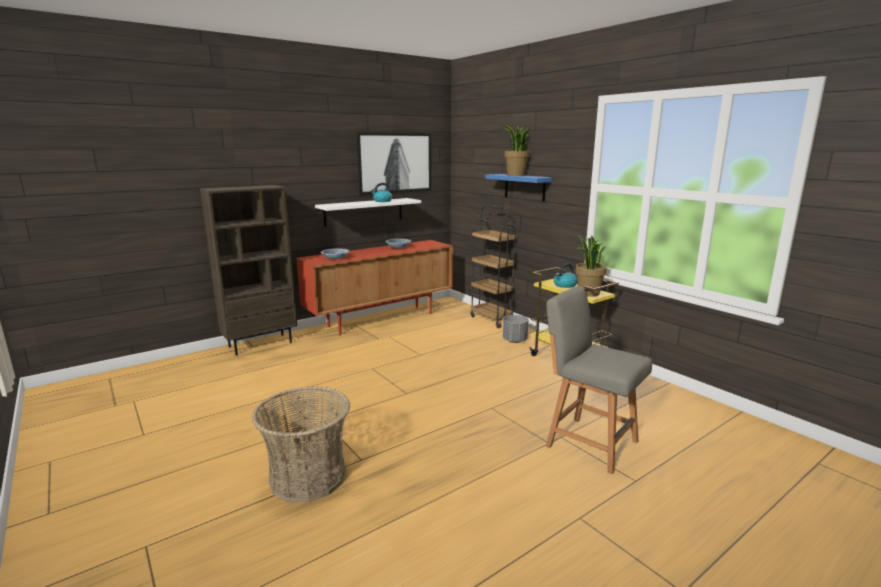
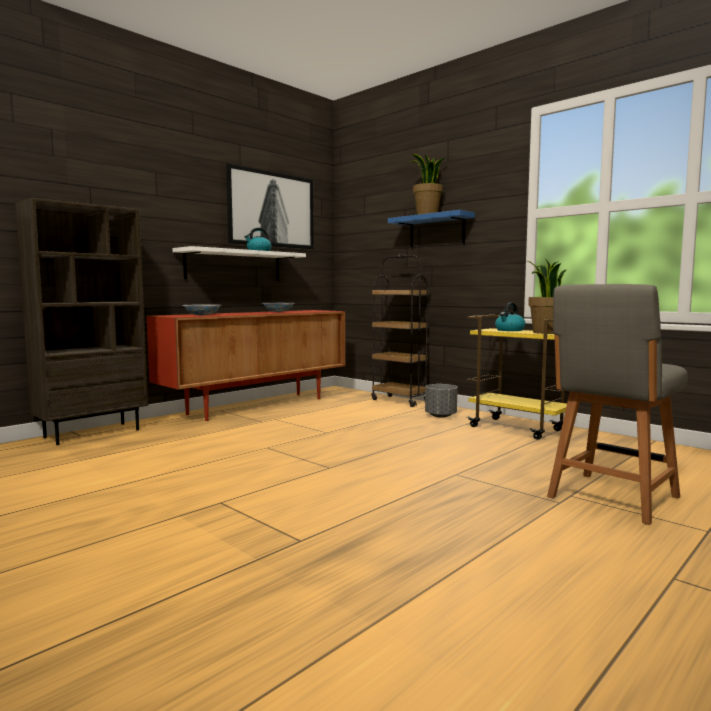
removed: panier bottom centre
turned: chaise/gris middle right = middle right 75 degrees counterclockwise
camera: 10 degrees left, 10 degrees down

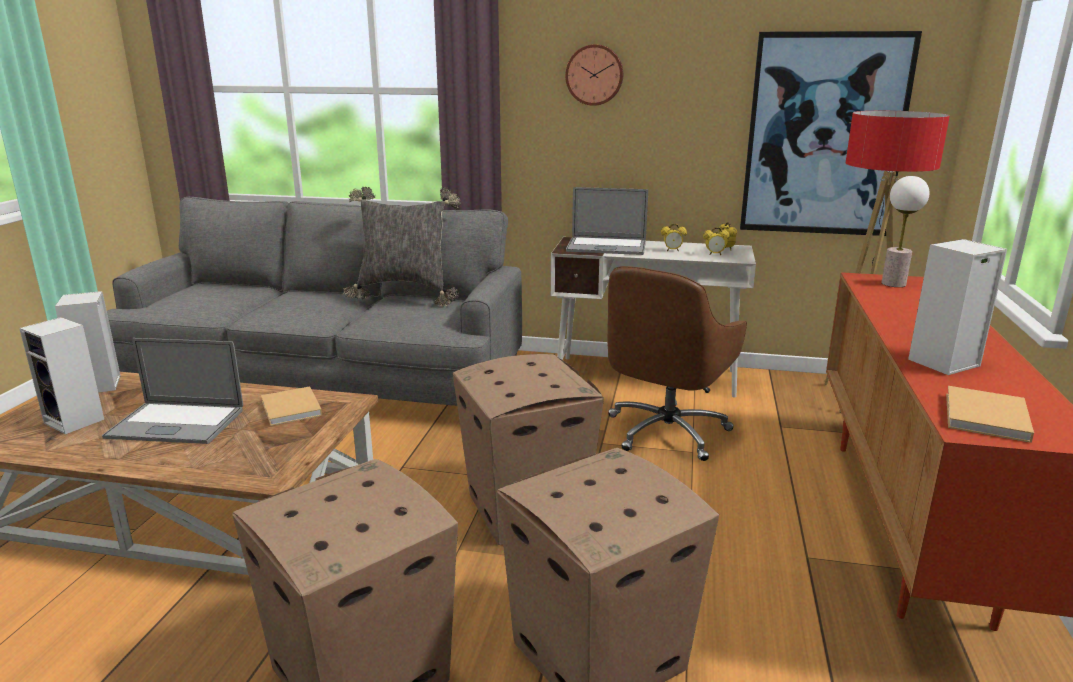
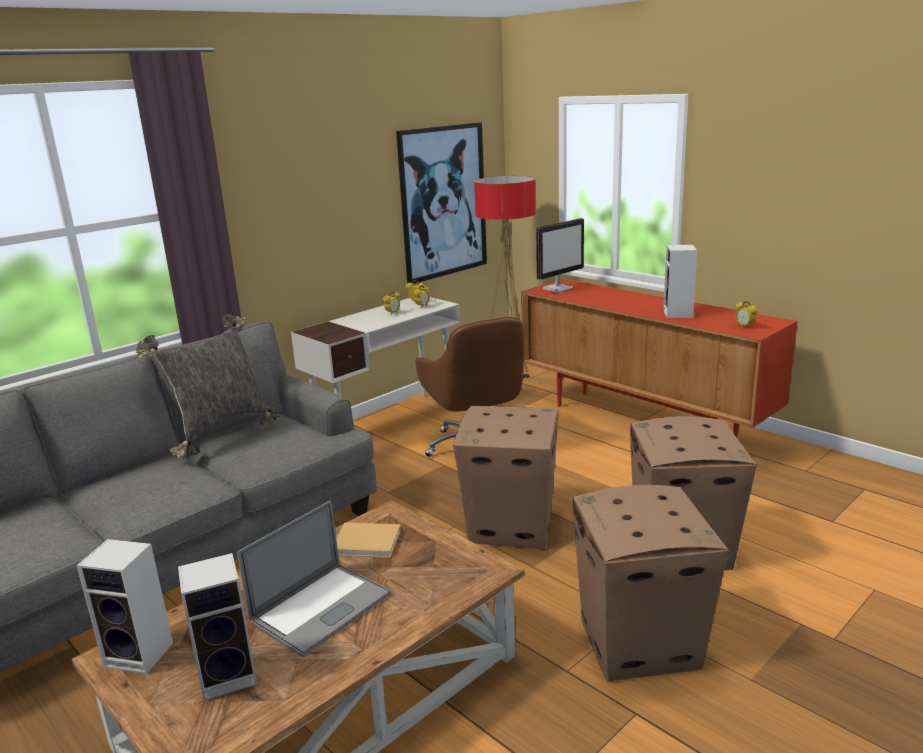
removed: horloge murale top centre; ordinateur portable (2nd from left) top centre
replaced: lampe de table middle right to écran d'ordinateur centre; livre/beige (2nd from left) middle right to réveil (4th from left) middle right
camera: 55 degrees left, 0 degrees up

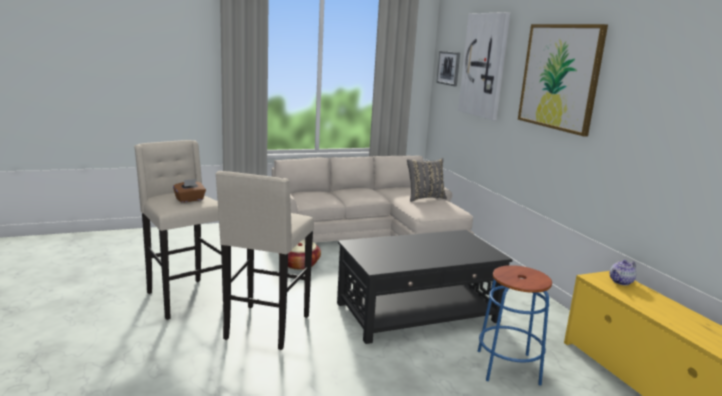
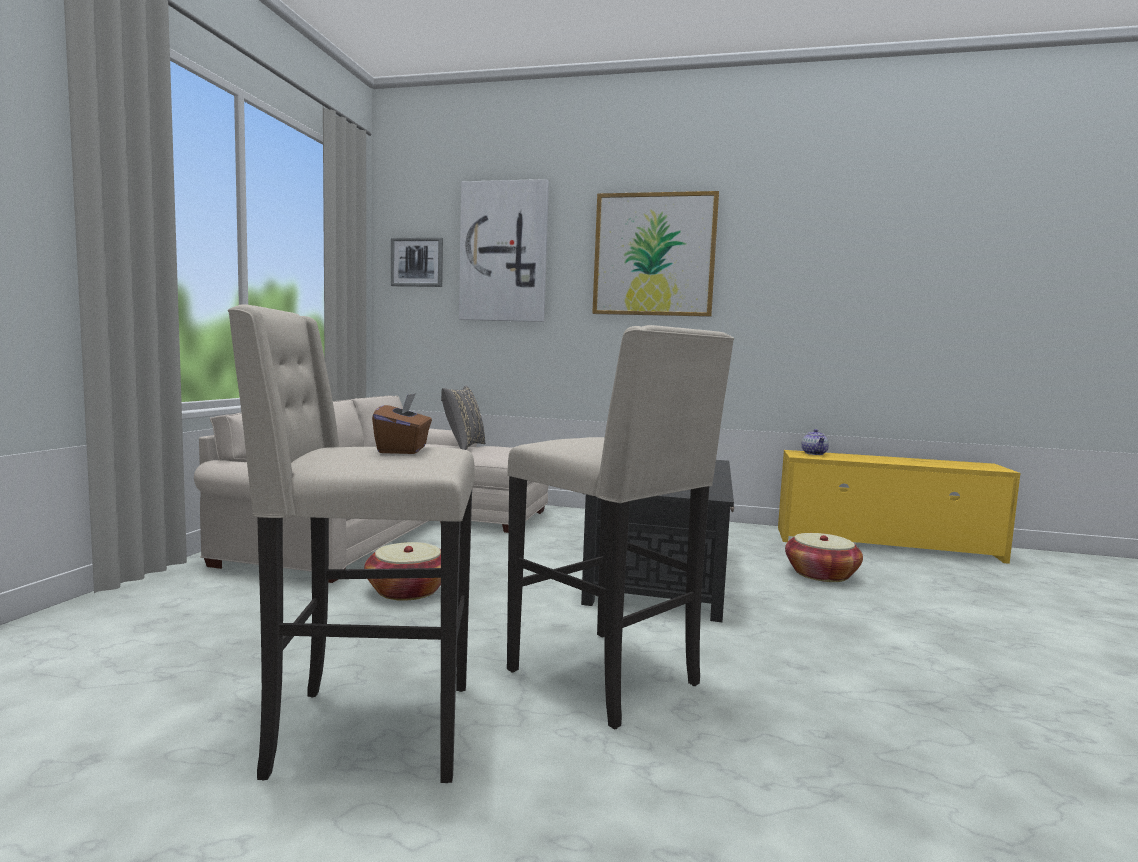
replaced: tabouret/bleu bottom right to panier (2nd from left) middle right
camera: 55 degrees left, 10 degrees down

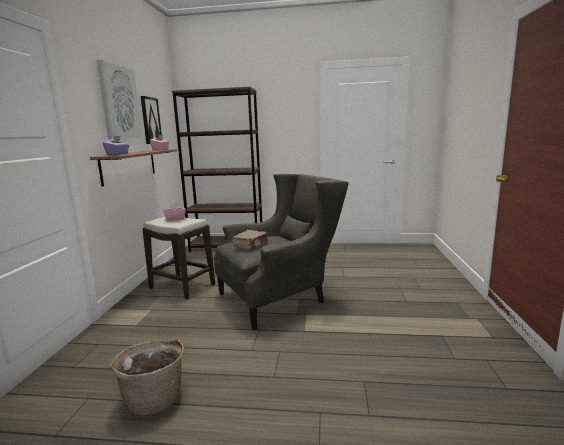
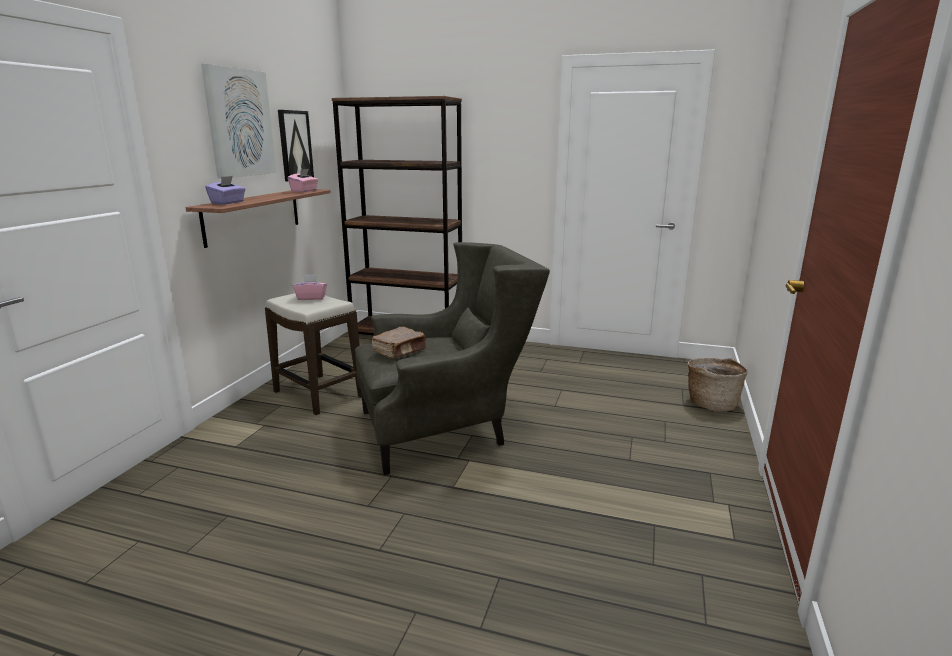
moved: panier bottom left to middle right
camera: 10 degrees right, 5 degrees up

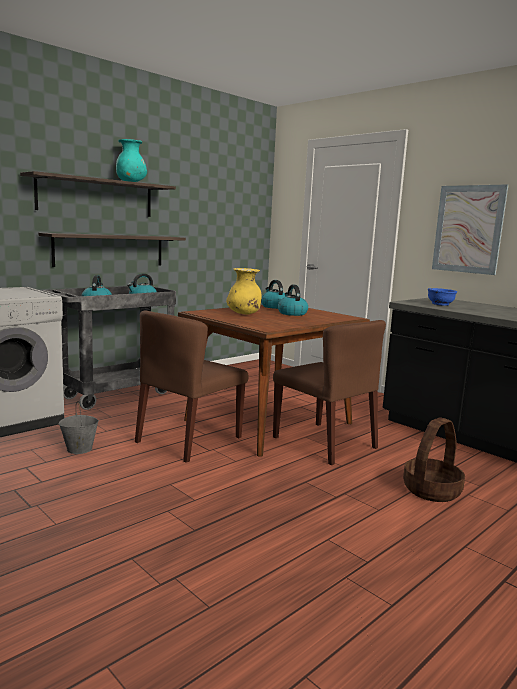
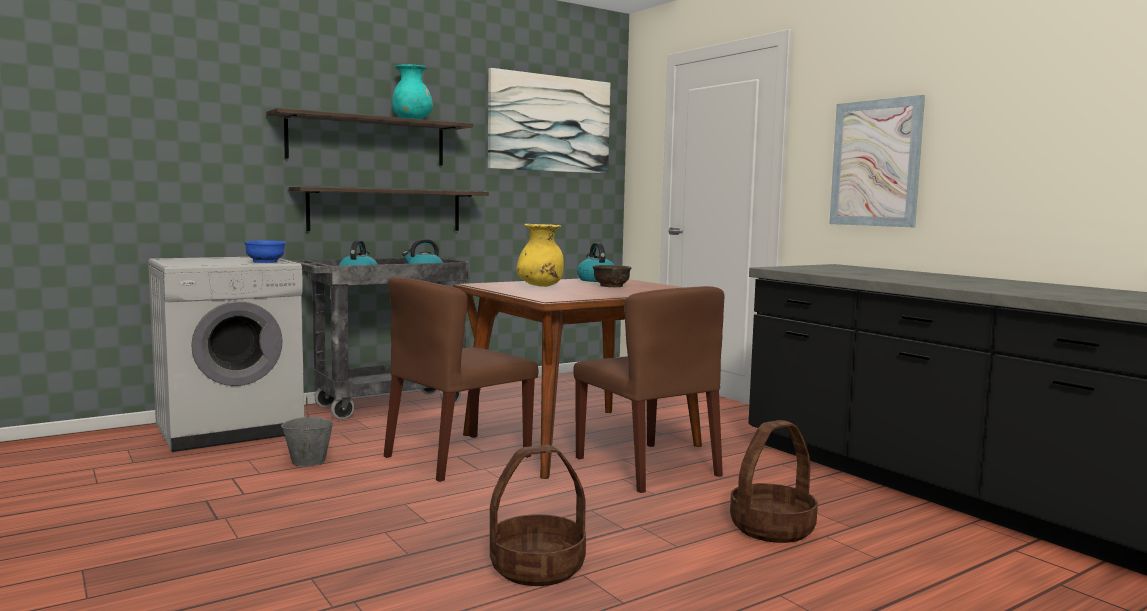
added: tableau (1st from left) top centre; panier (1st from left) bottom centre
moved: bol/bleu middle right to middle left
replaced: bouilloire (4th from left) centre to bol/marron centre
camera: 10 degrees right, 5 degrees down

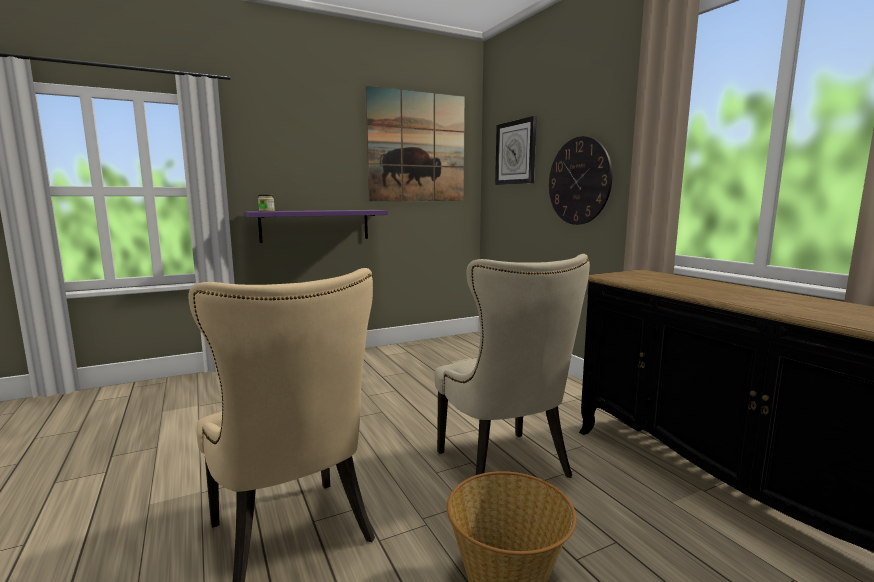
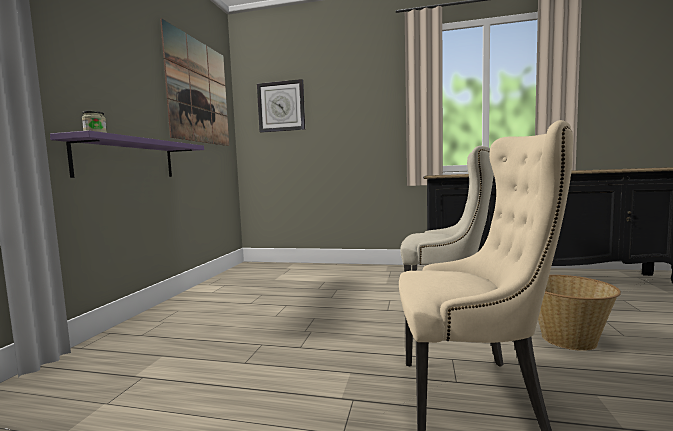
removed: horloge murale (2nd from left) top centre
camera: 50 degrees left, 5 degrees down

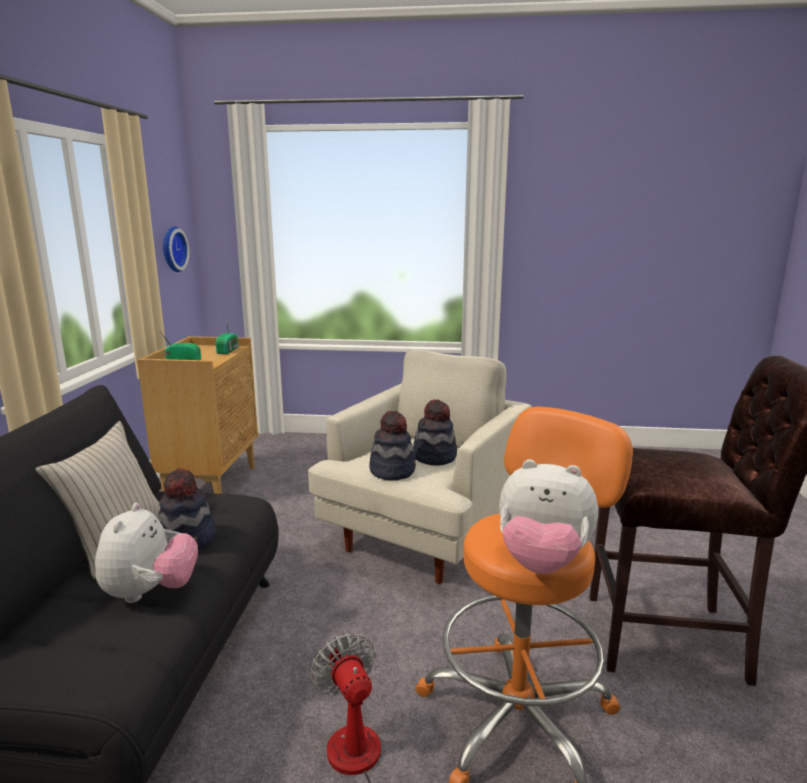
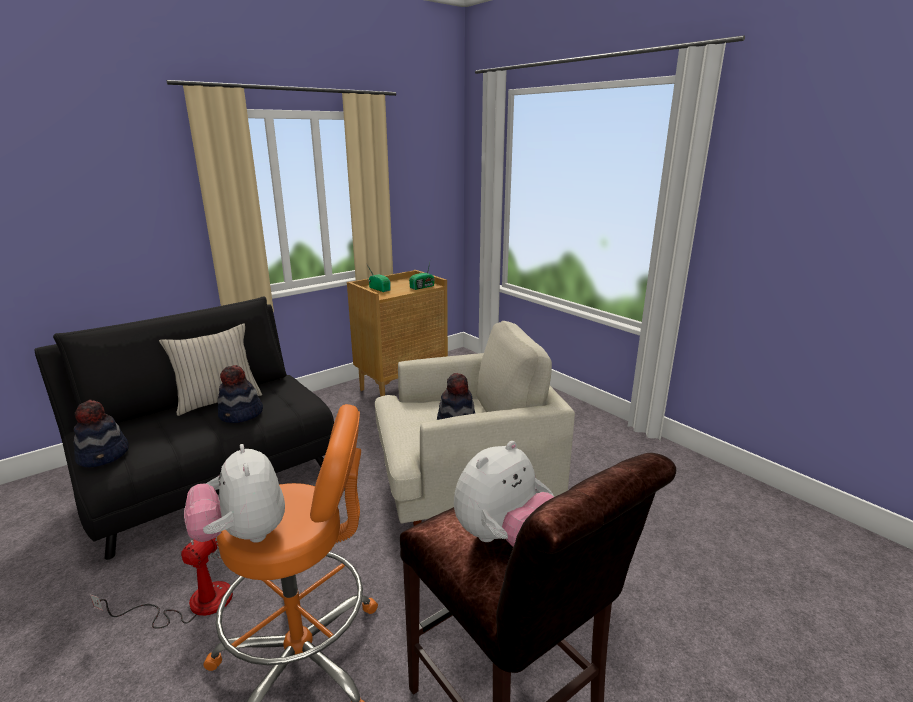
removed: horloge murale top left
moved: peluche (1st from left in the first image) bottom left to peluche (2nd from left) bottom centre; chapeau (2nd from left in the first image) centre to chapeau (1st from left) middle left
camera: 45 degrees right, 5 degrees up

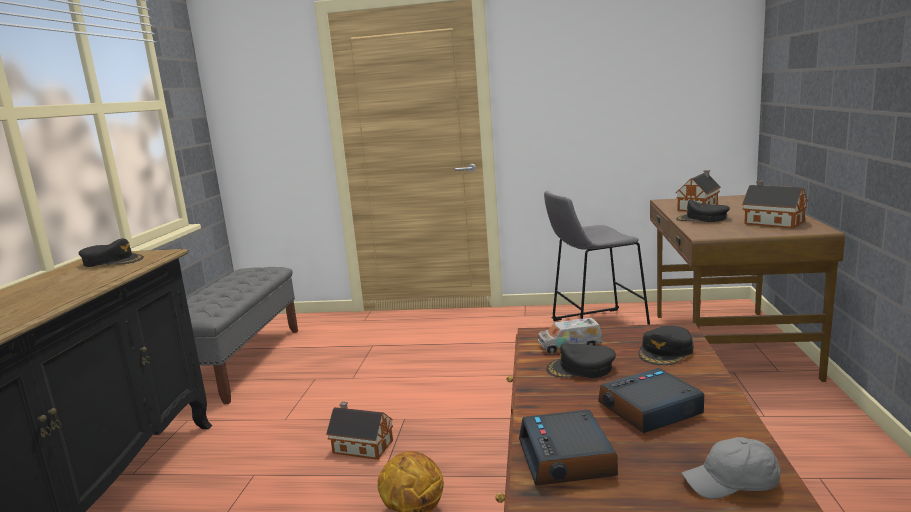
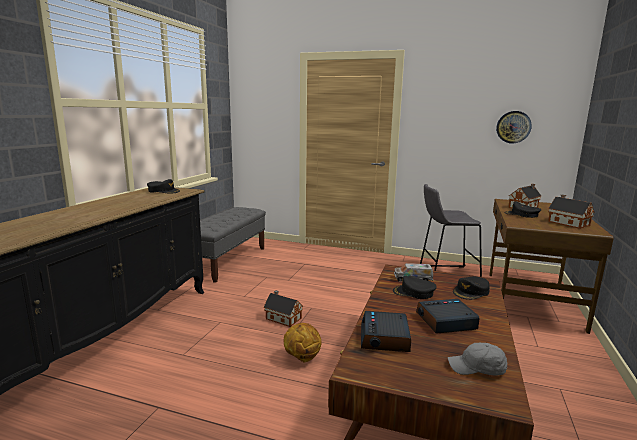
added: horloge murale top right
camera: 10 degrees right, 0 degrees up

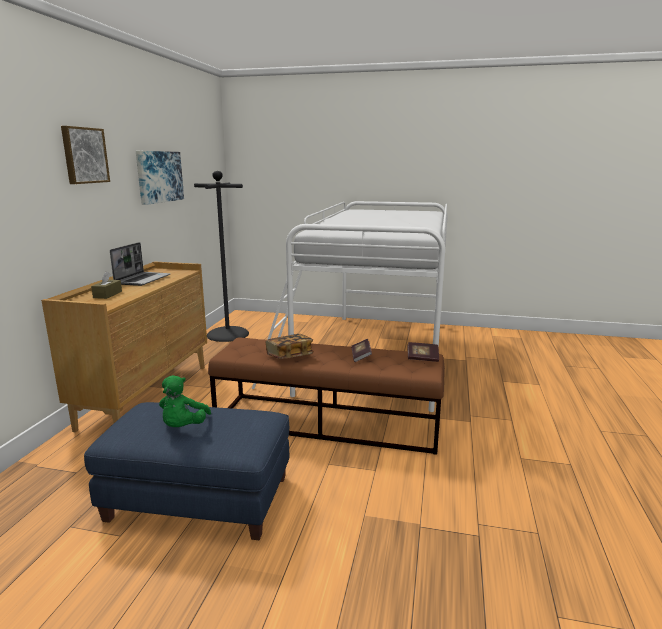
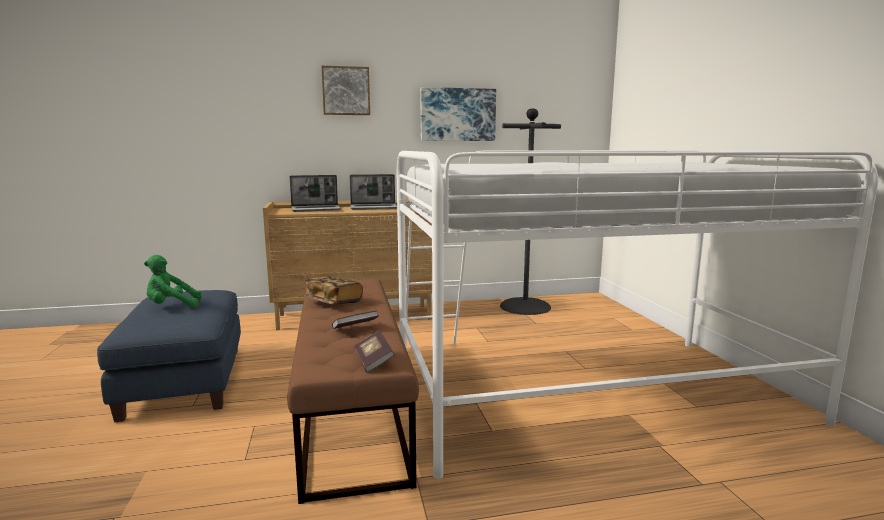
replaced: boîte à mouchoirs/marron middle left to ordinateur portable (1st from left) centre
camera: 65 degrees right, 5 degrees down

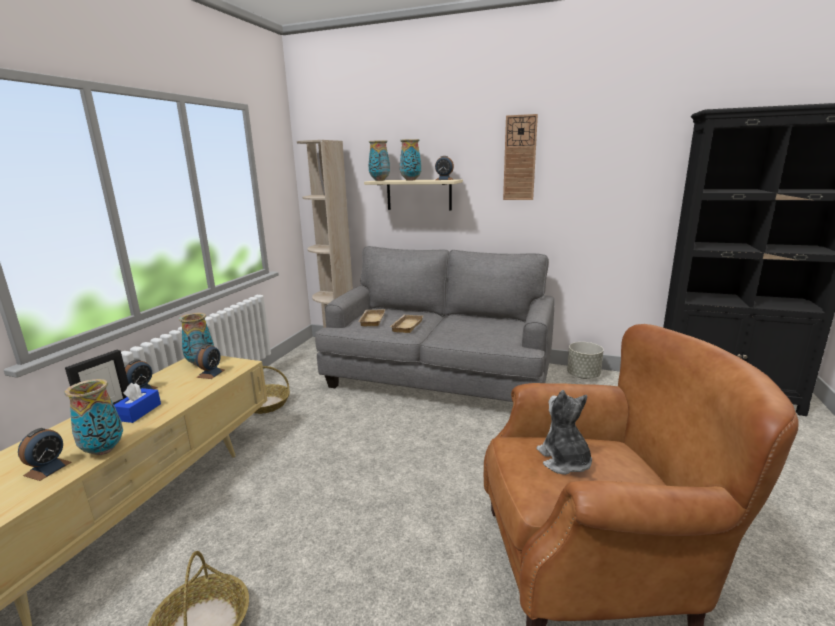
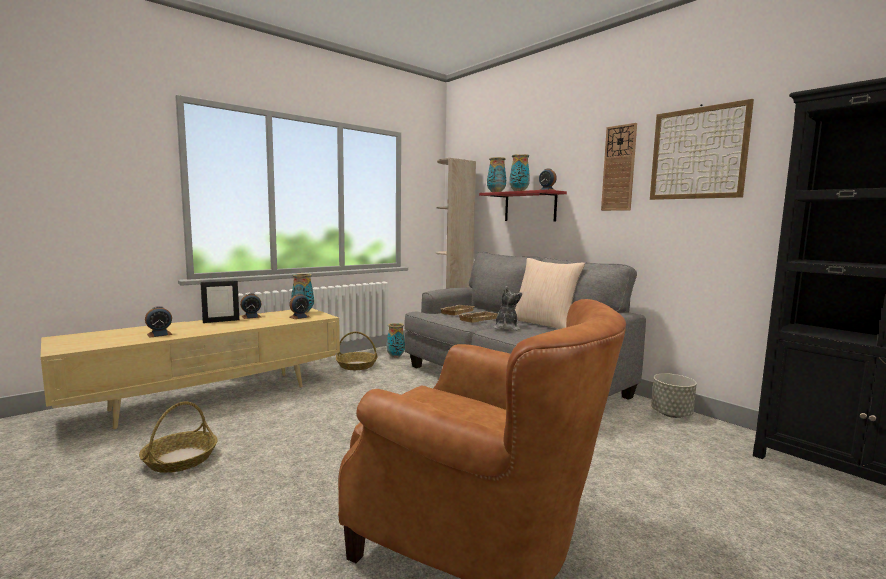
removed: boîte à mouchoirs/bleu middle left
added: coussin/beige centre; tableau top right
moved: vase (1st from left in the first image) middle left to vase (2nd from left) centre; peluche bottom right to centre
recoloured: étagère/beige top centre to étagère/rouge centre
camera: 30 degrees right, 10 degrees down

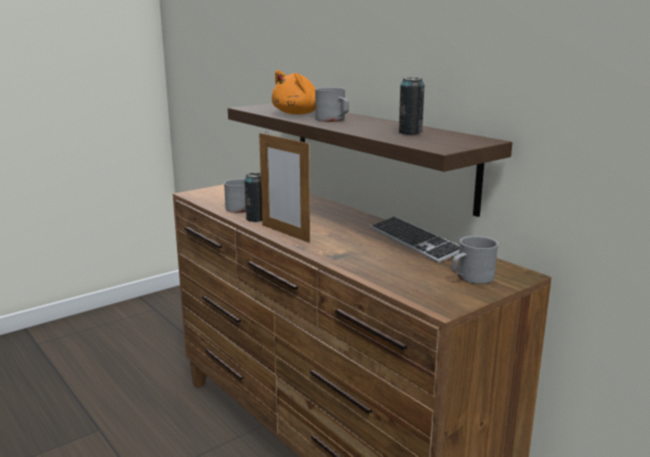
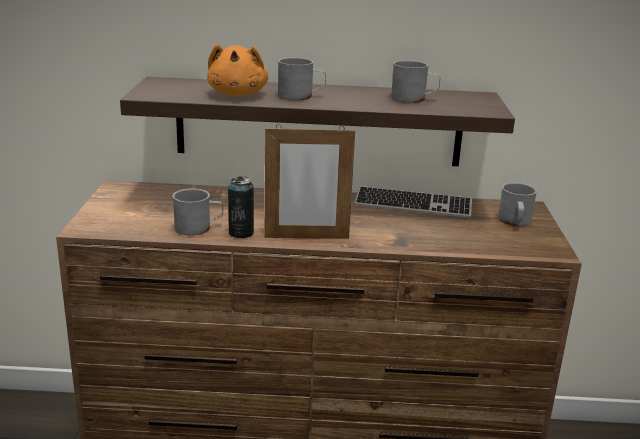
replaced: boîte métallique (2nd from left) top centre to mug/gris (3rd from left) top centre
camera: 50 degrees left, 5 degrees up

